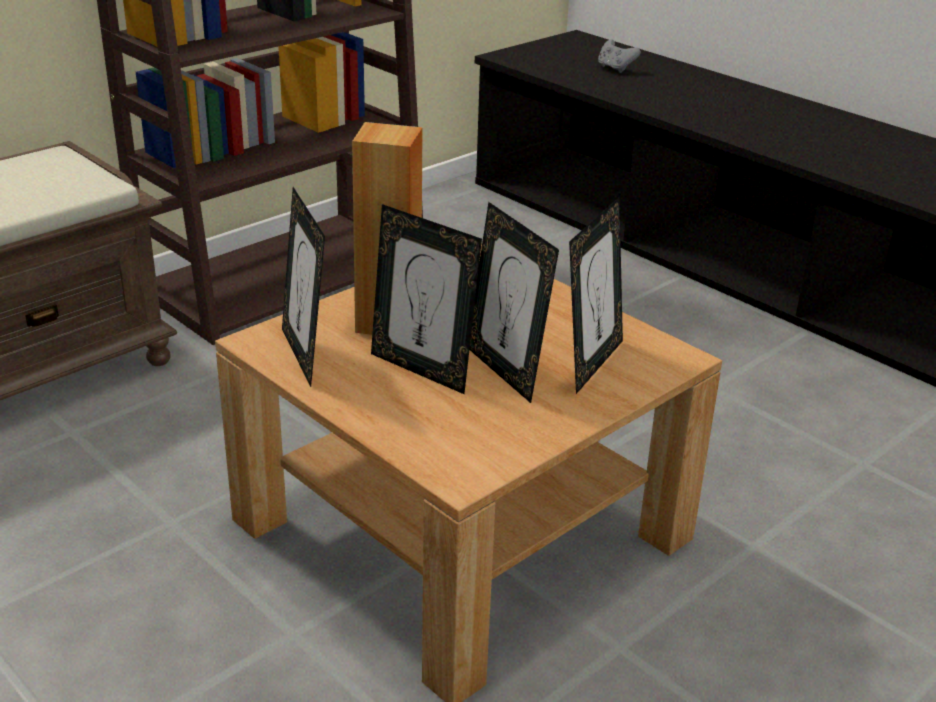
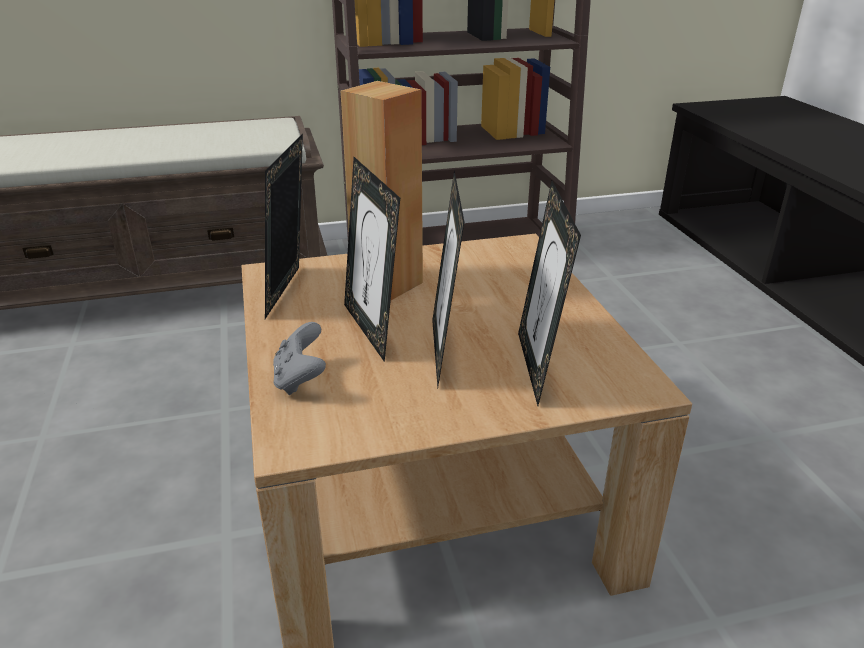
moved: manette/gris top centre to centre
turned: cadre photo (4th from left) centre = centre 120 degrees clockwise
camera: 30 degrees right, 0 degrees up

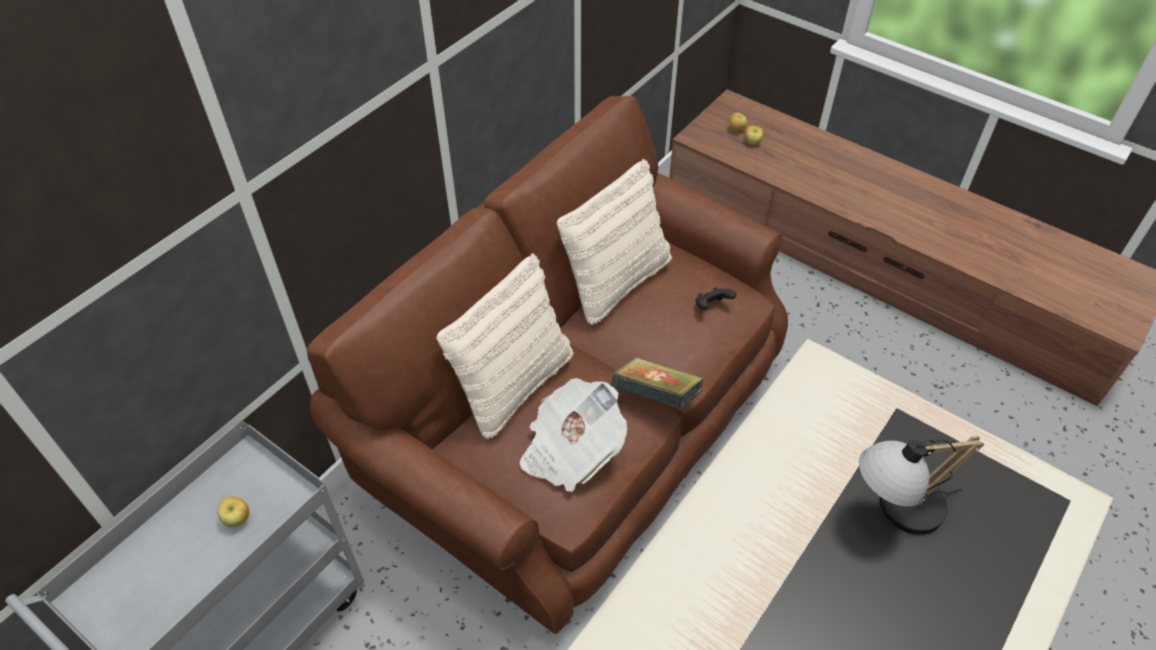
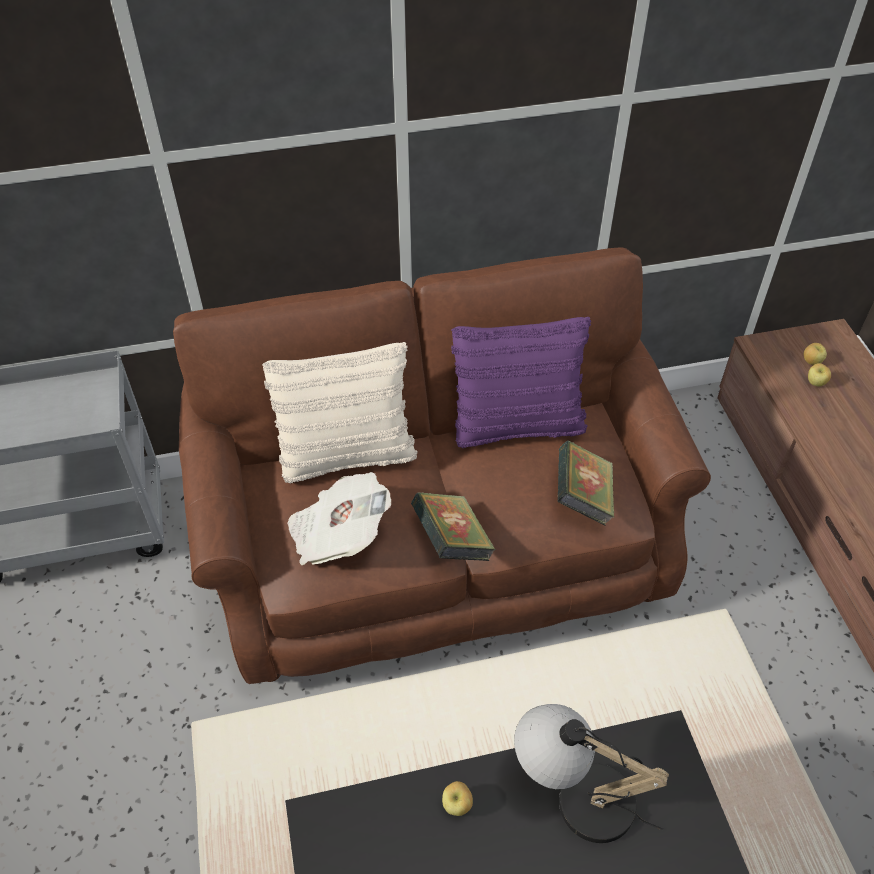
moved: pomme (1st from left) bottom left to bottom centre
replaced: manette/noir centre to livre (2nd from left) middle right
recoloured: coussin/beige (2nd from left) centre to coussin/violet centre
camera: 40 degrees right, 0 degrees up

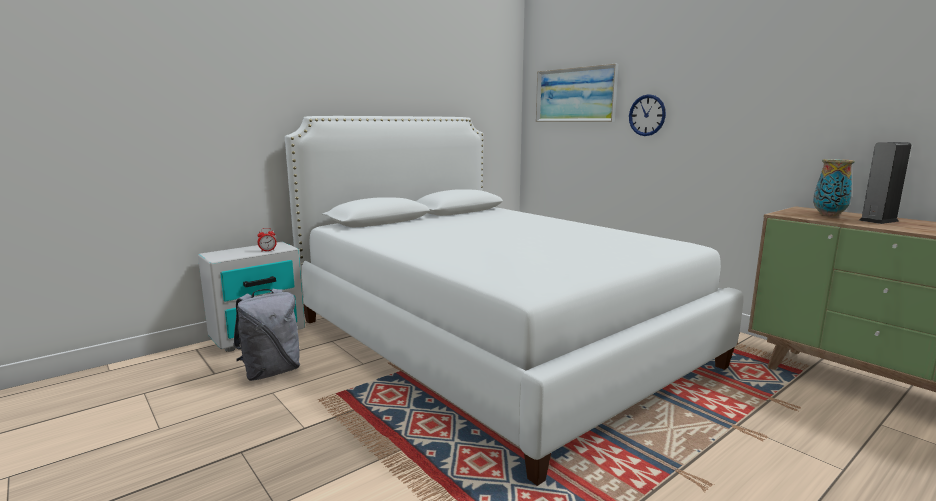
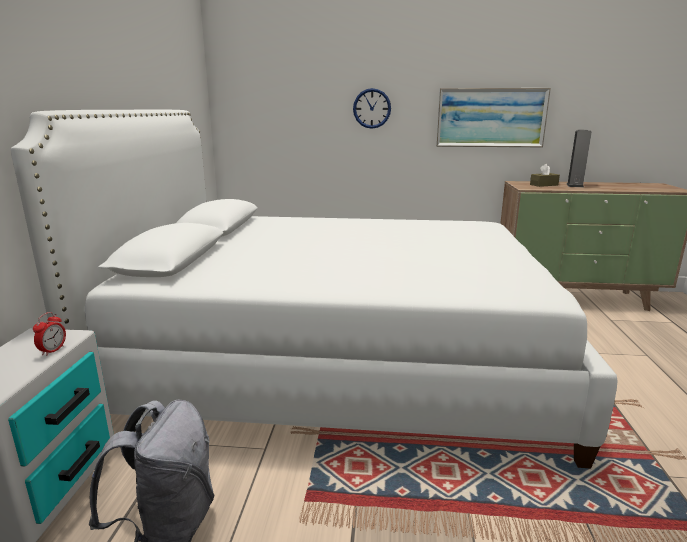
moved: tableau top centre to top right
replaced: vase middle right to boîte à mouchoirs/marron top right
camera: 45 degrees left, 5 degrees up

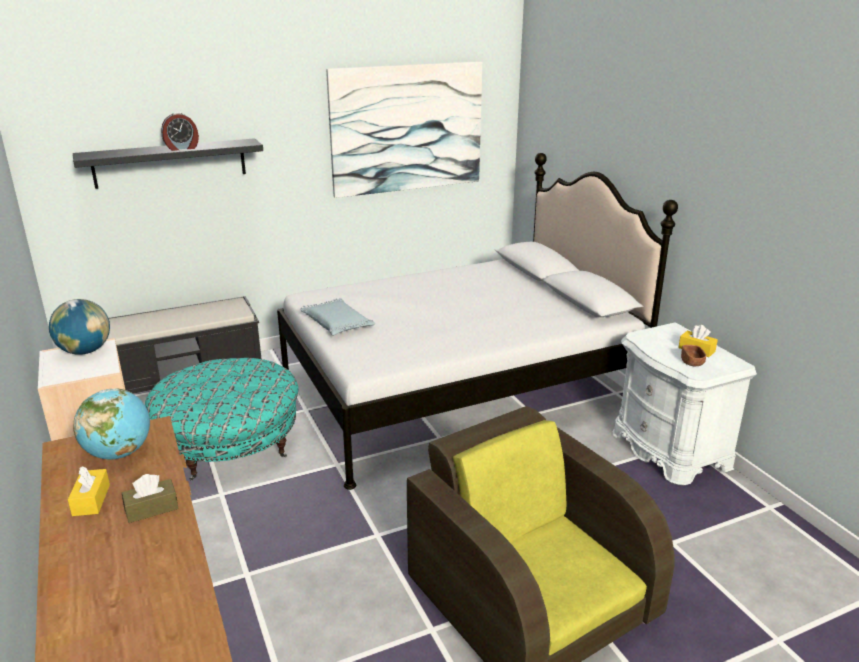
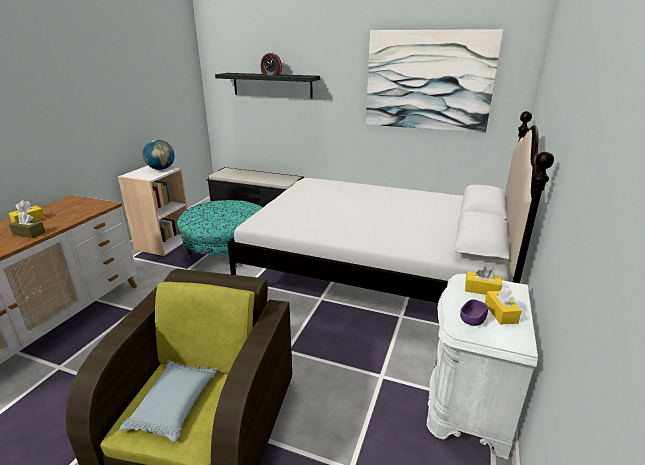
removed: globe (2nd from left) middle left
added: boîte à mouchoirs/jaune (2nd from left) middle right
moved: coussin/bleu centre to bottom left
recoloured: bol/marron middle right to bol/violet bottom right
camera: 45 degrees right, 0 degrees up

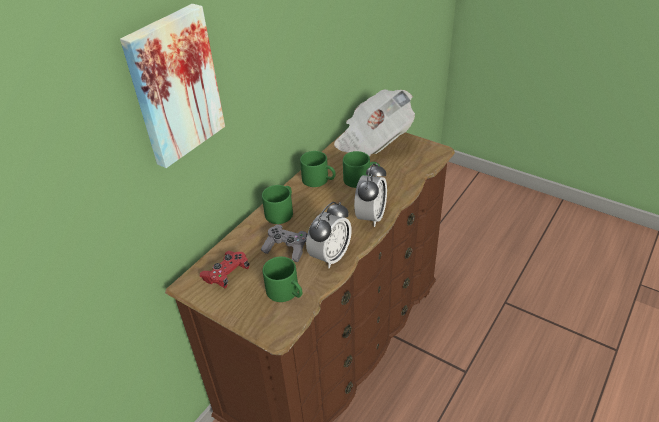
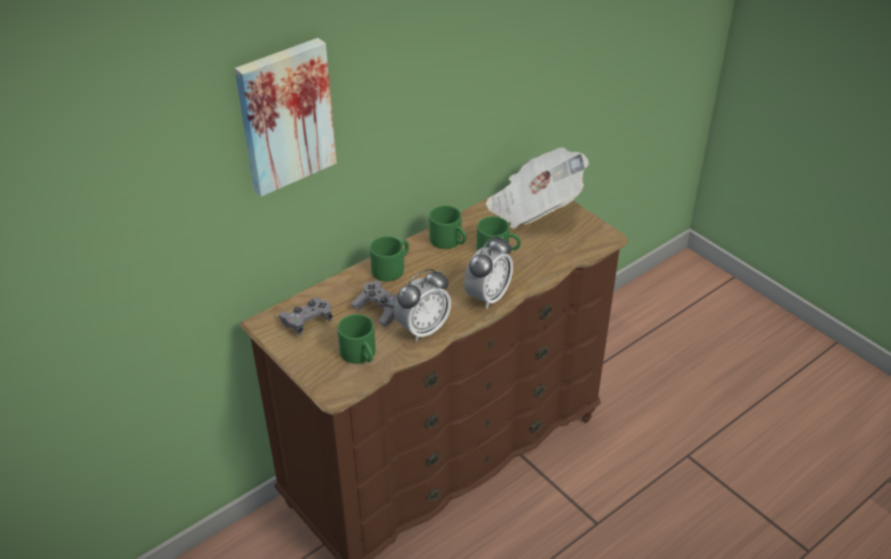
recoloured: manette/rouge centre to manette/gris (1st from left) centre
camera: 15 degrees right, 0 degrees up

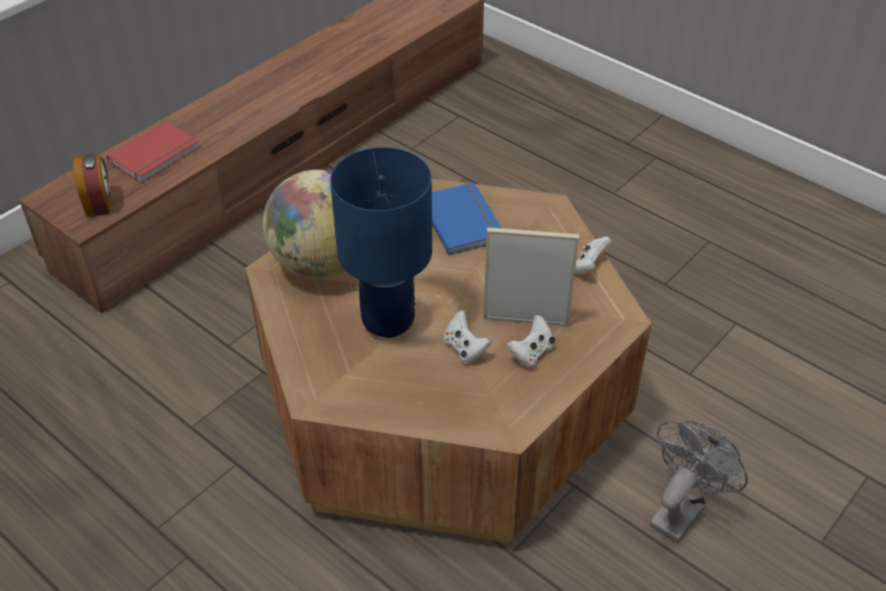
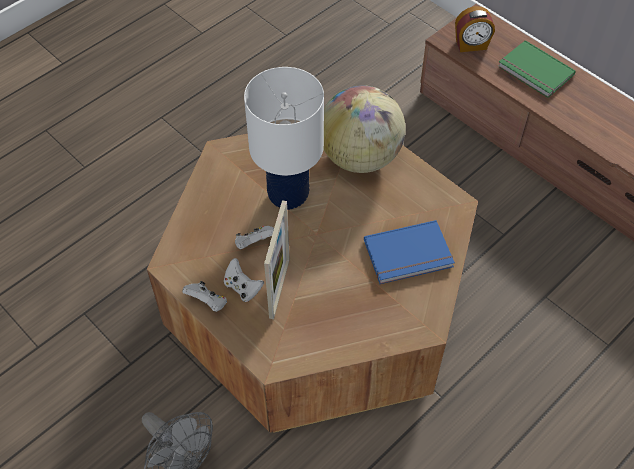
moved: manette/blanc (3rd from left in the first image) middle right to manette/blanc (1st from left) middle left
recoloured: livre/rouge top left to livre/vert top right; lampe de table/bleu centre to lampe de table/blanc top centre
camera: 95 degrees right, 10 degrees up

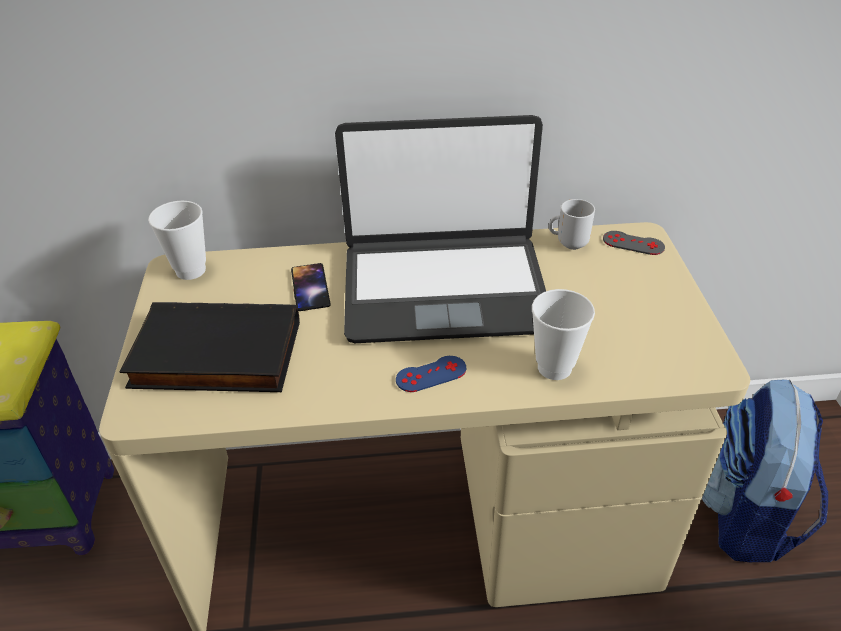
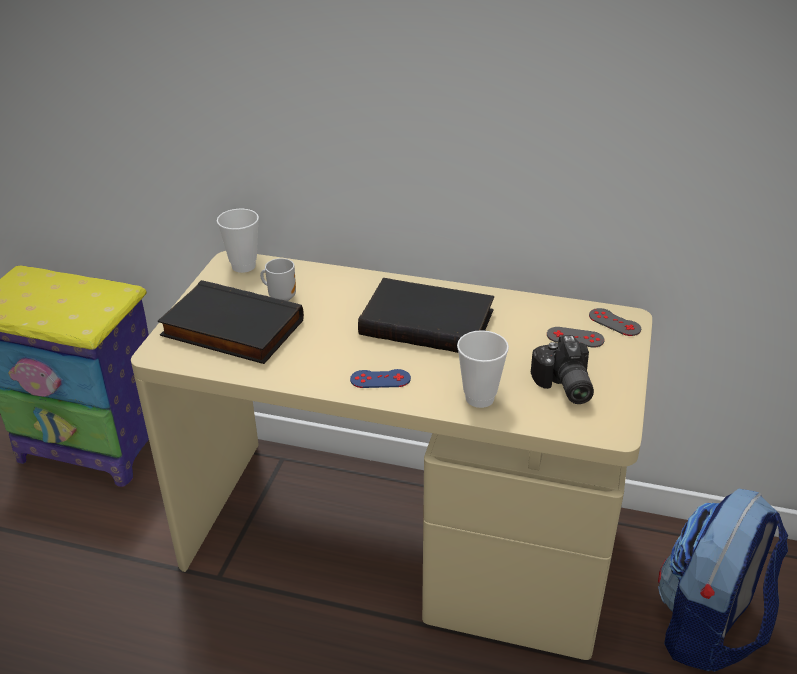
removed: téléphone centre
added: appareil photo middle right; manette/gris (1st from left) middle right
moved: mug middle right to centre
replaced: ordinateur portable centre to livre/noir (2nd from left) centre
camera: 20 degrees right, 5 degrees down

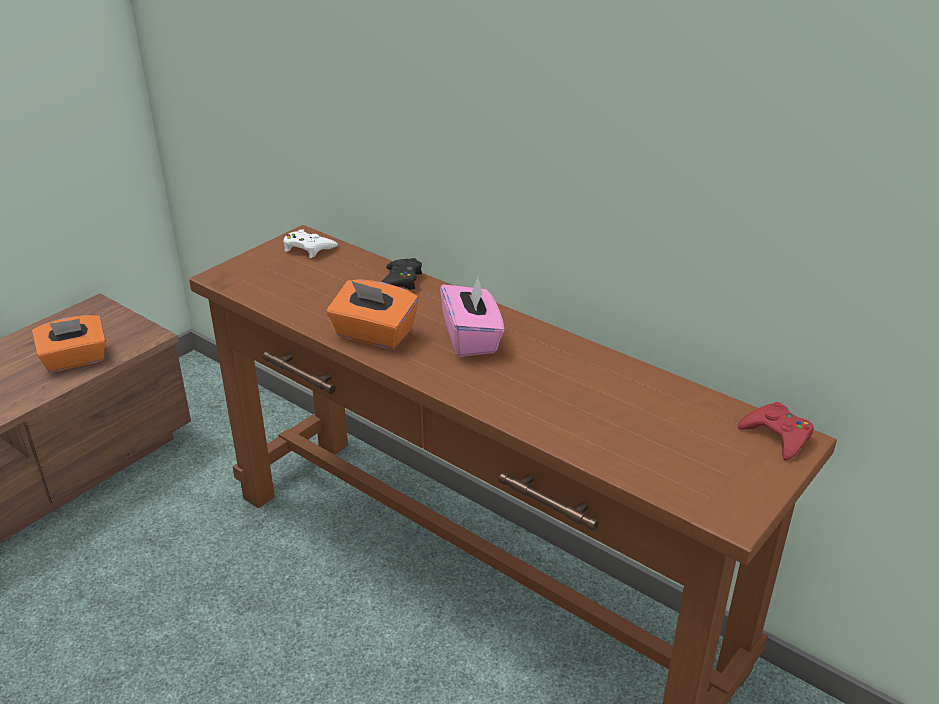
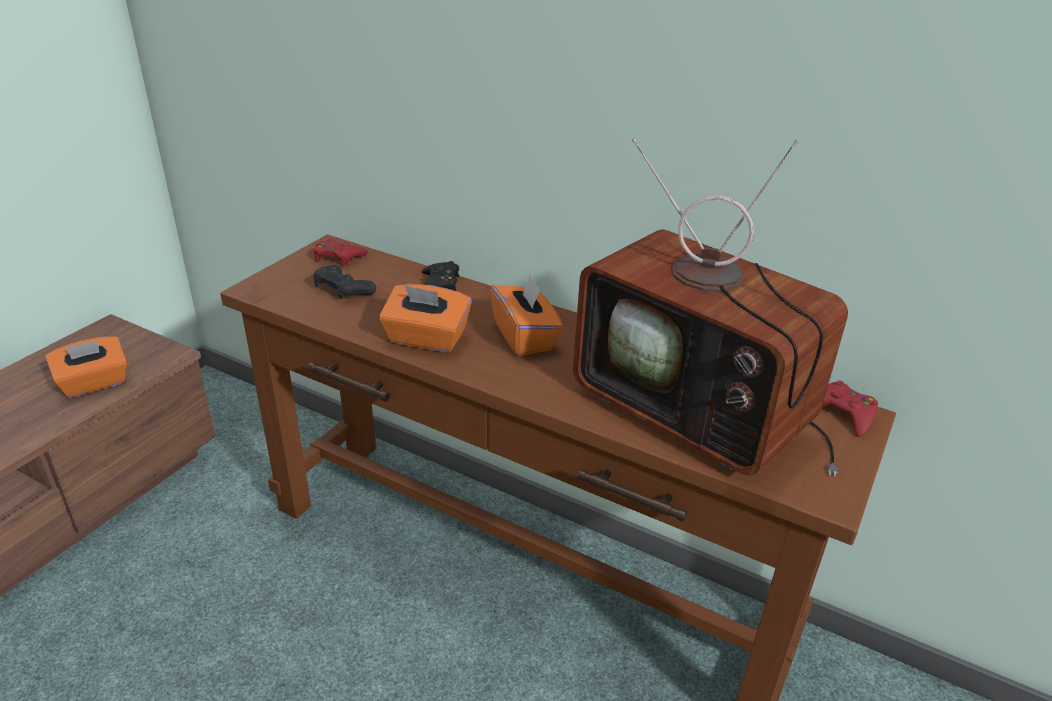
added: manette/noir (1st from left) middle left; téléviseur middle right
recoloured: manette/blanc middle left to manette/rouge (1st from left) middle left; boîte à mouchoirs/rose centre to boîte à mouchoirs/orange (3rd from left) centre
camera: 10 degrees left, 0 degrees up

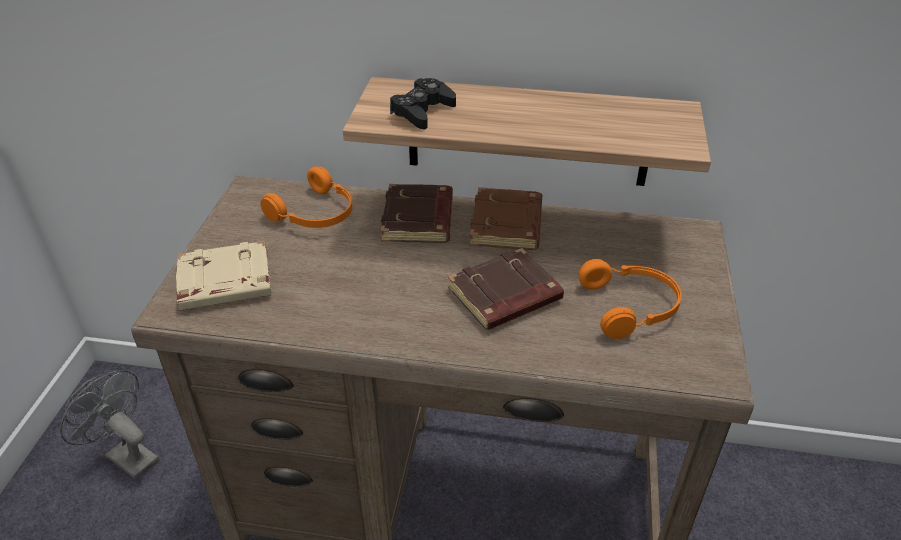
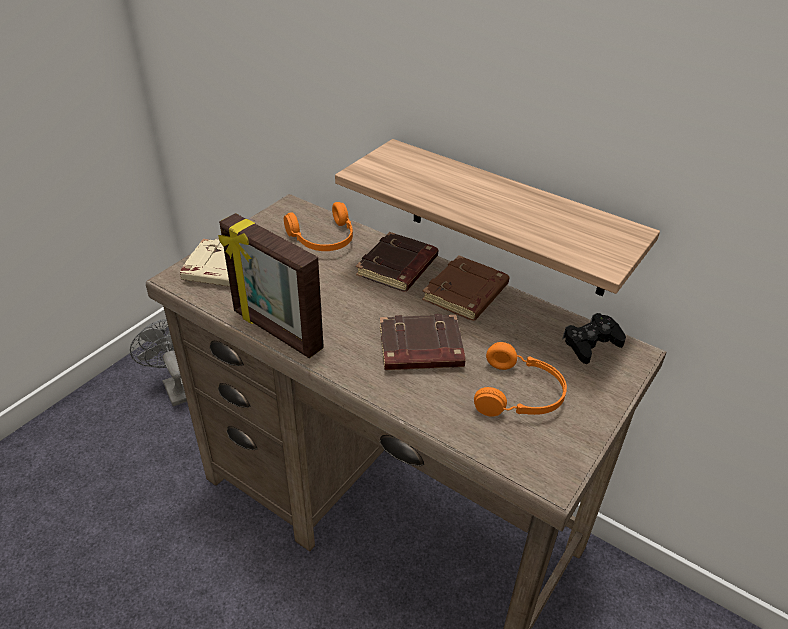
added: cadre photo centre
moved: manette/noir top centre to middle right
camera: 25 degrees right, 0 degrees up

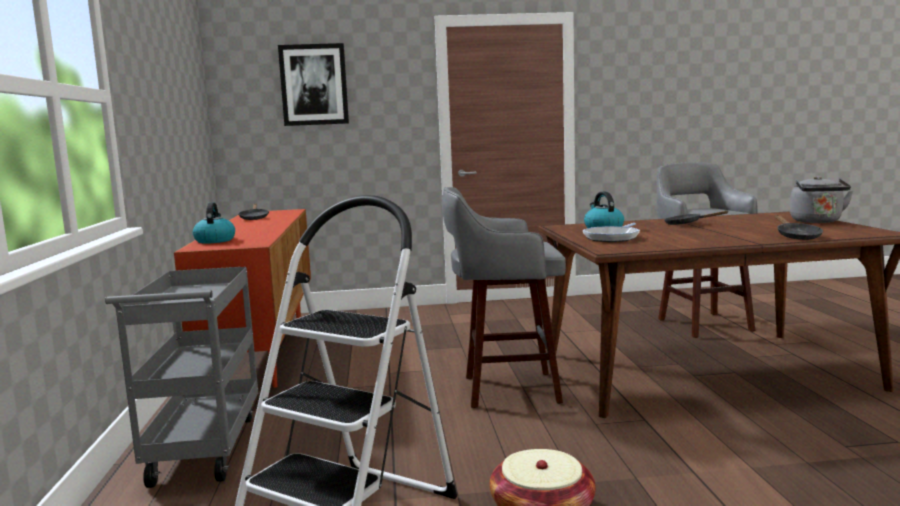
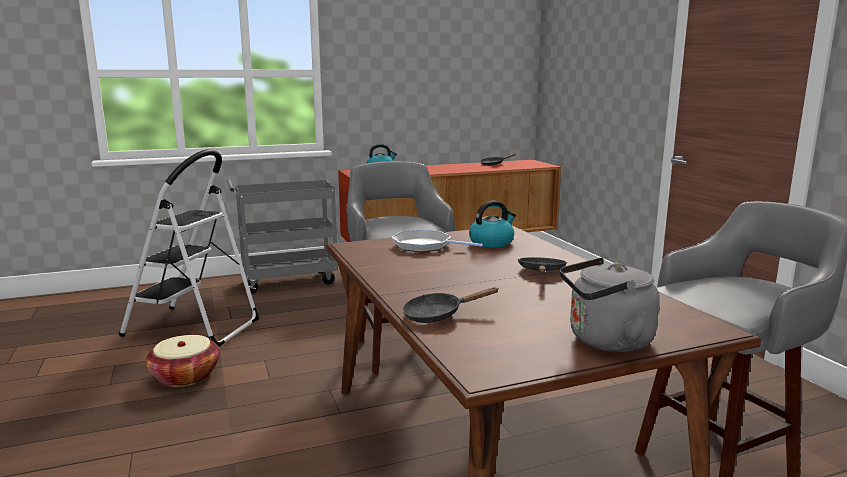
removed: tableau top centre
camera: 75 degrees right, 5 degrees up

